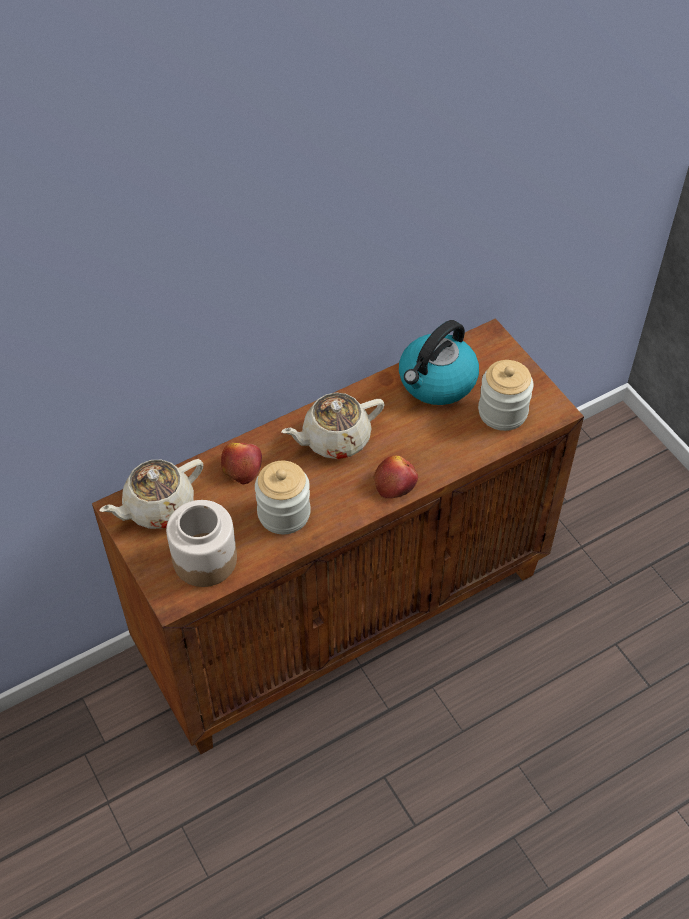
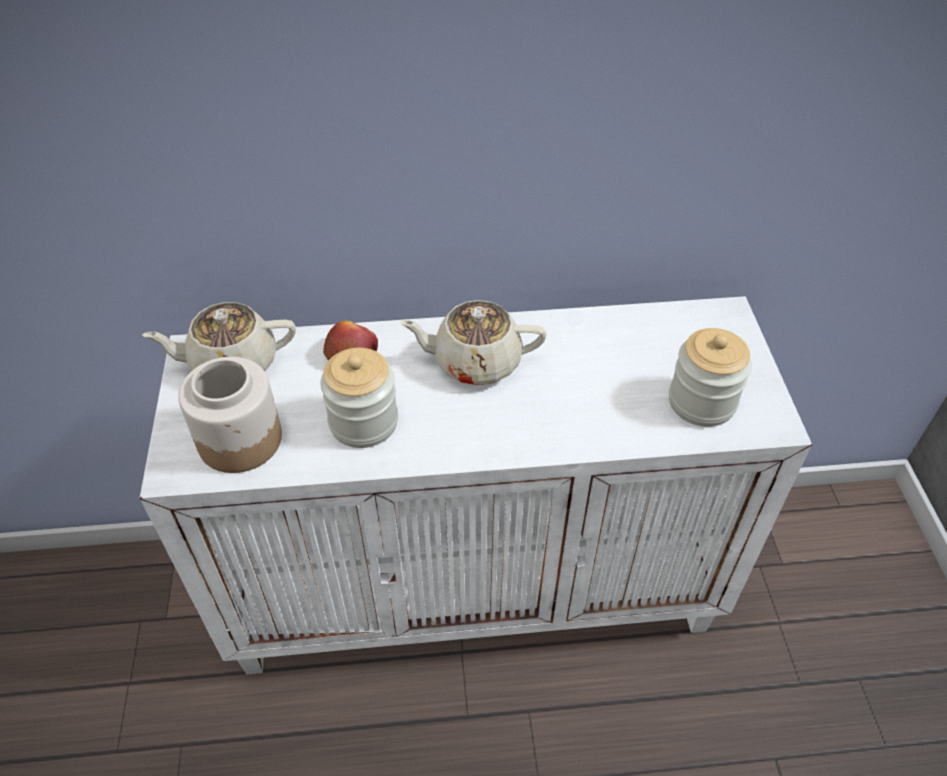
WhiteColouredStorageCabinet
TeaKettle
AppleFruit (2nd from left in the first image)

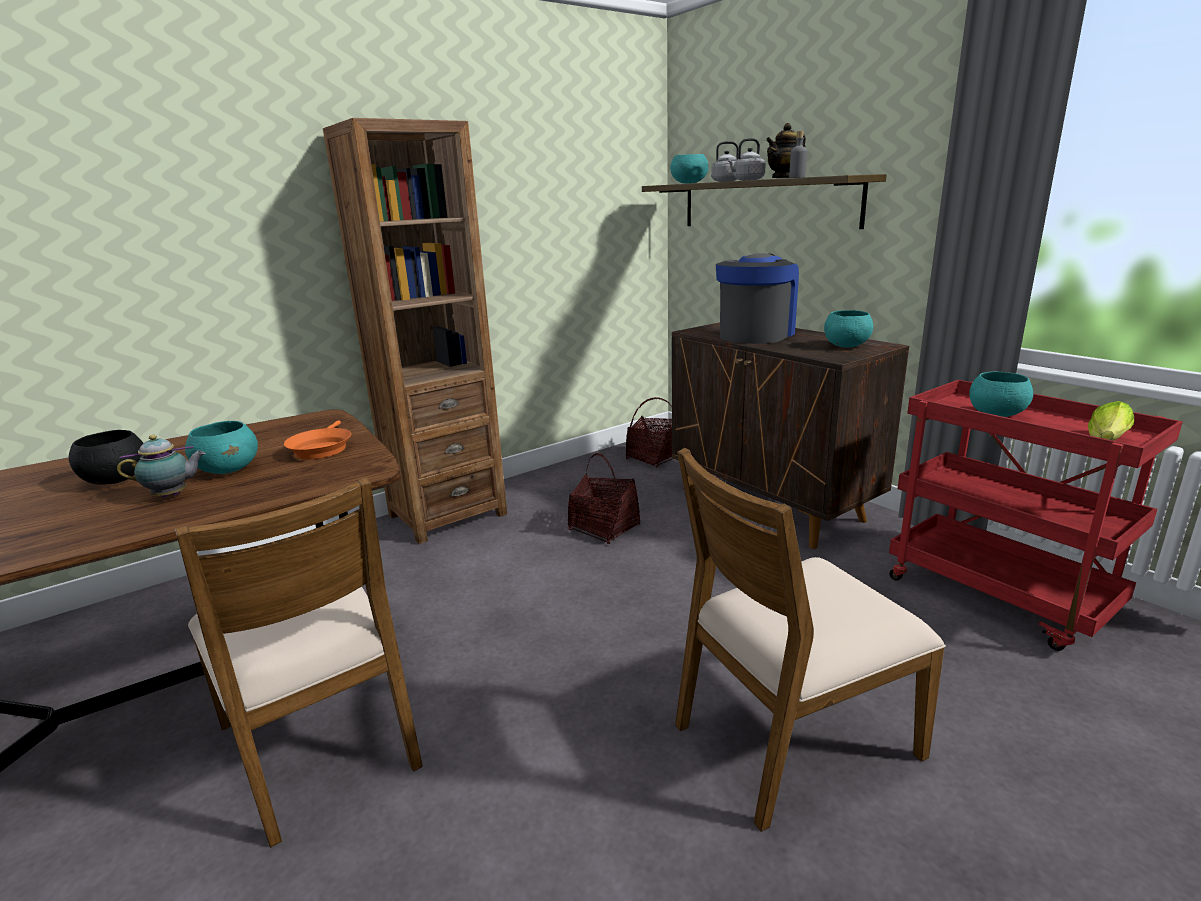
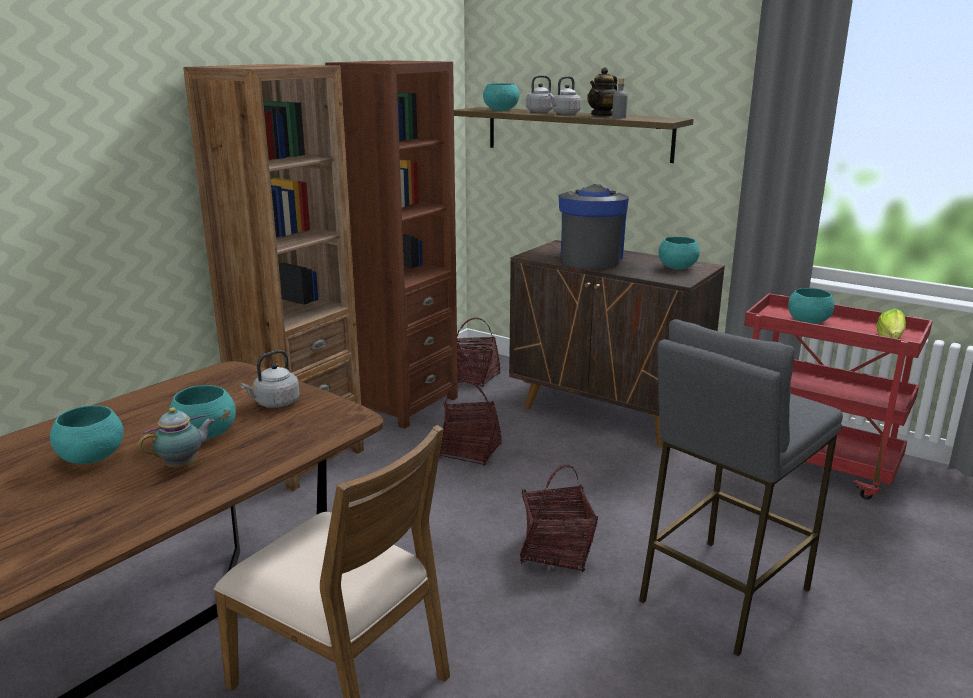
GrayTeaKettle (1st from left)
TurquoiseColouredDeepDish (1st from left)
GraySittingStool
BrownBookcase (2nd from left)
HouseholdBasket (3rd from left)

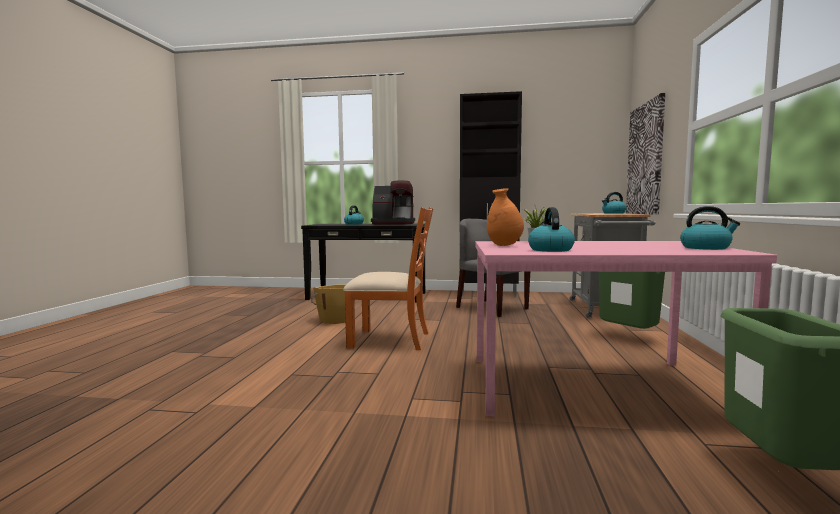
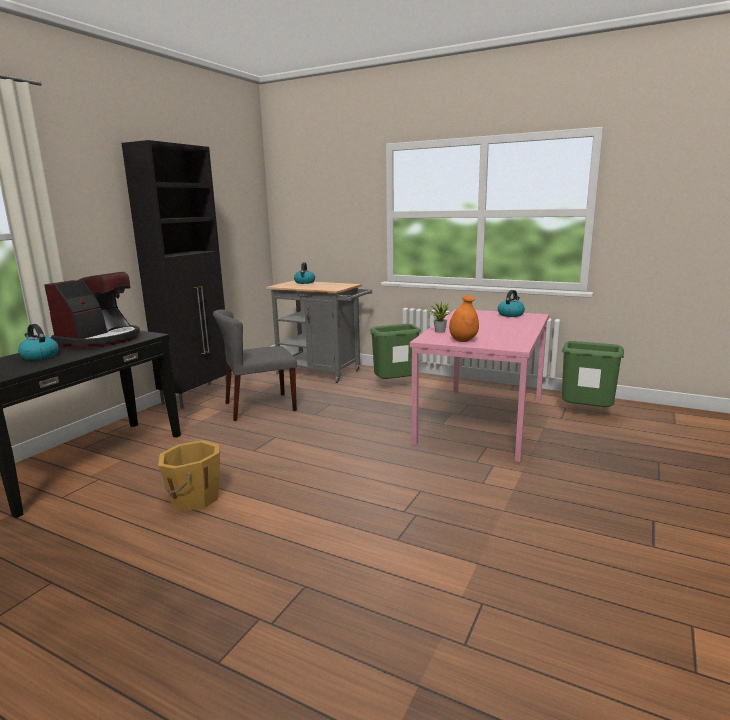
Picture
OrangeColouredPlainChair
TeaKettle (2nd from left in the first image)

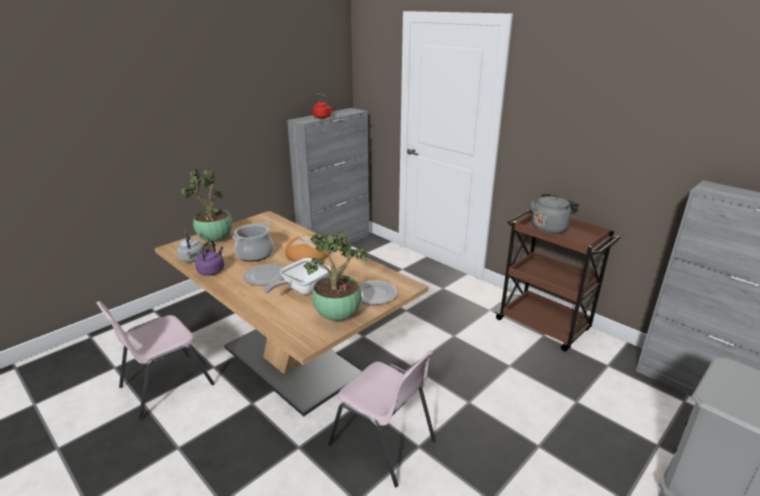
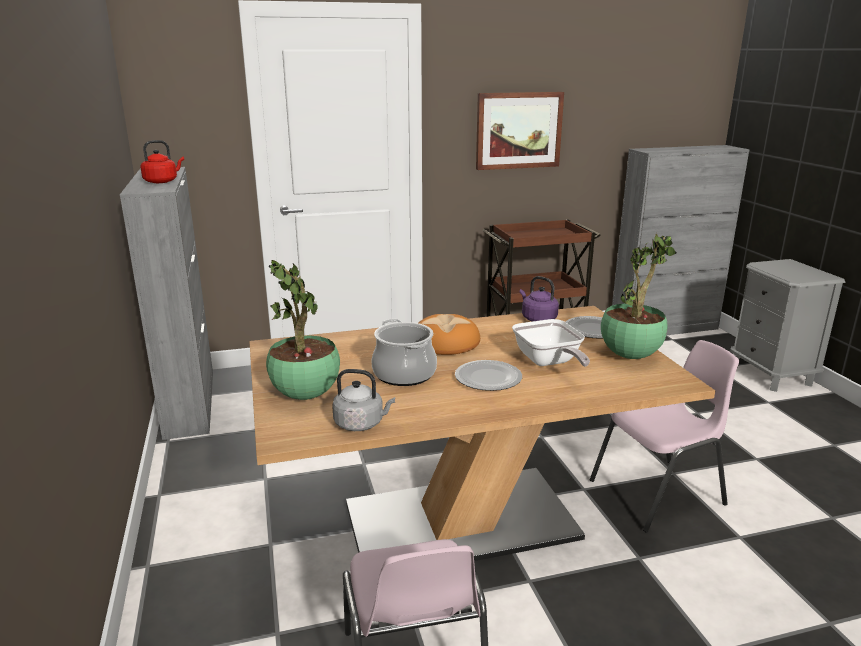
GrayTeaKettle (2nd from left in the first image)
PurpleTeaKettle
Picture

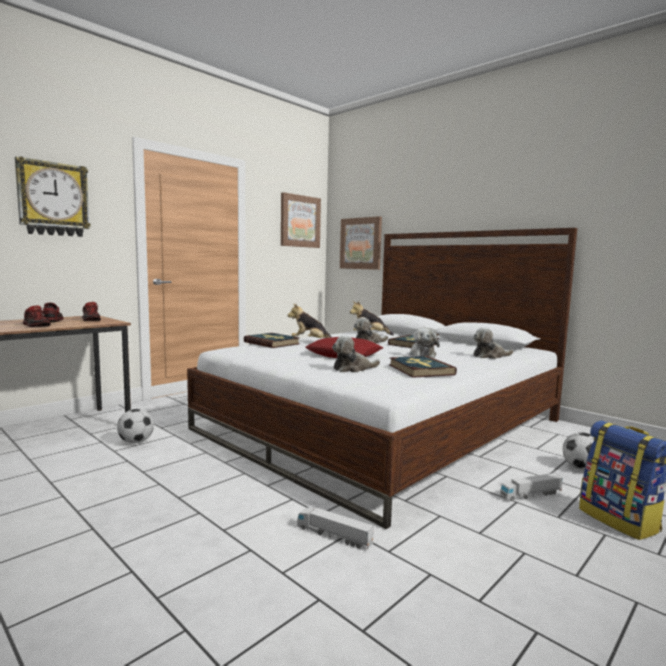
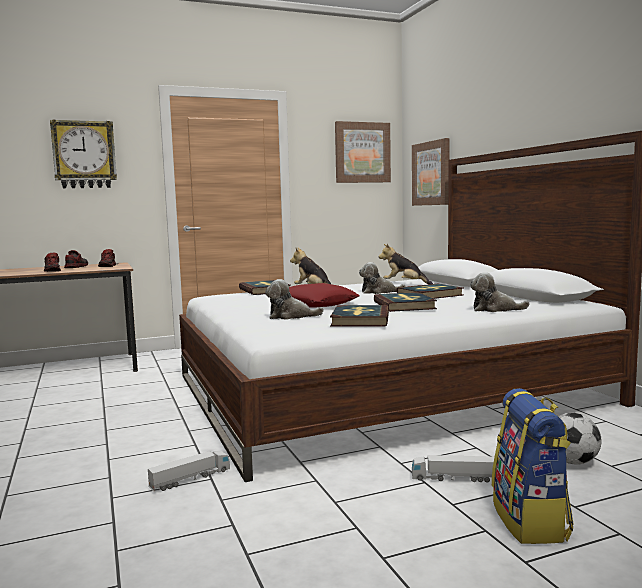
BoundBook (3rd from left)
FootballBall (1st from left in the first image)
ToyLorry (1st from left)

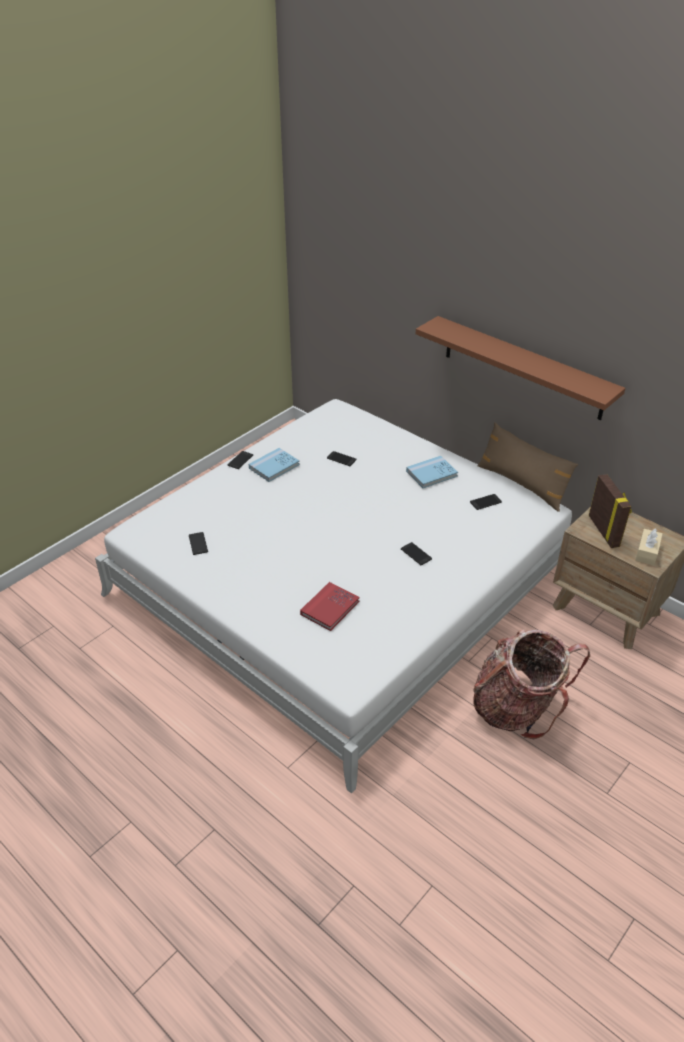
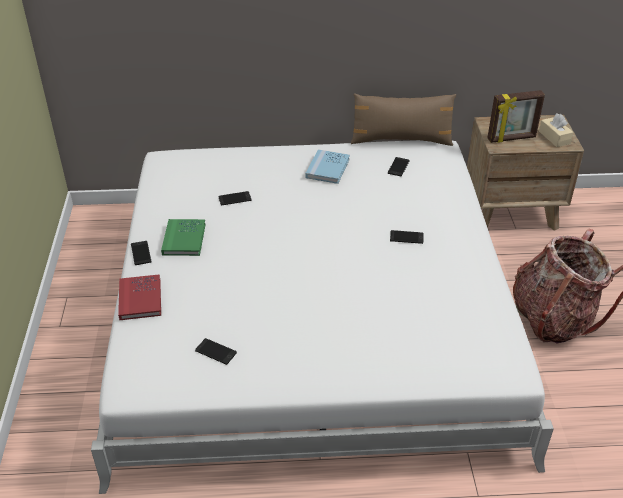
BrownShelf
GreenBoundBook
PhotoFrame
RedColouredBoundBook

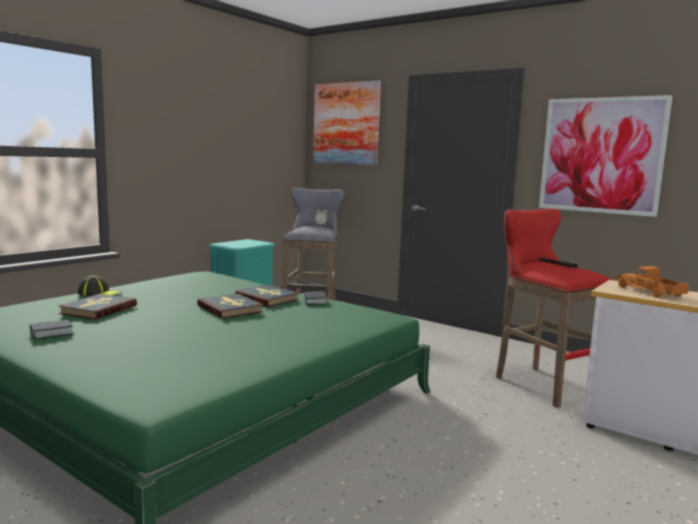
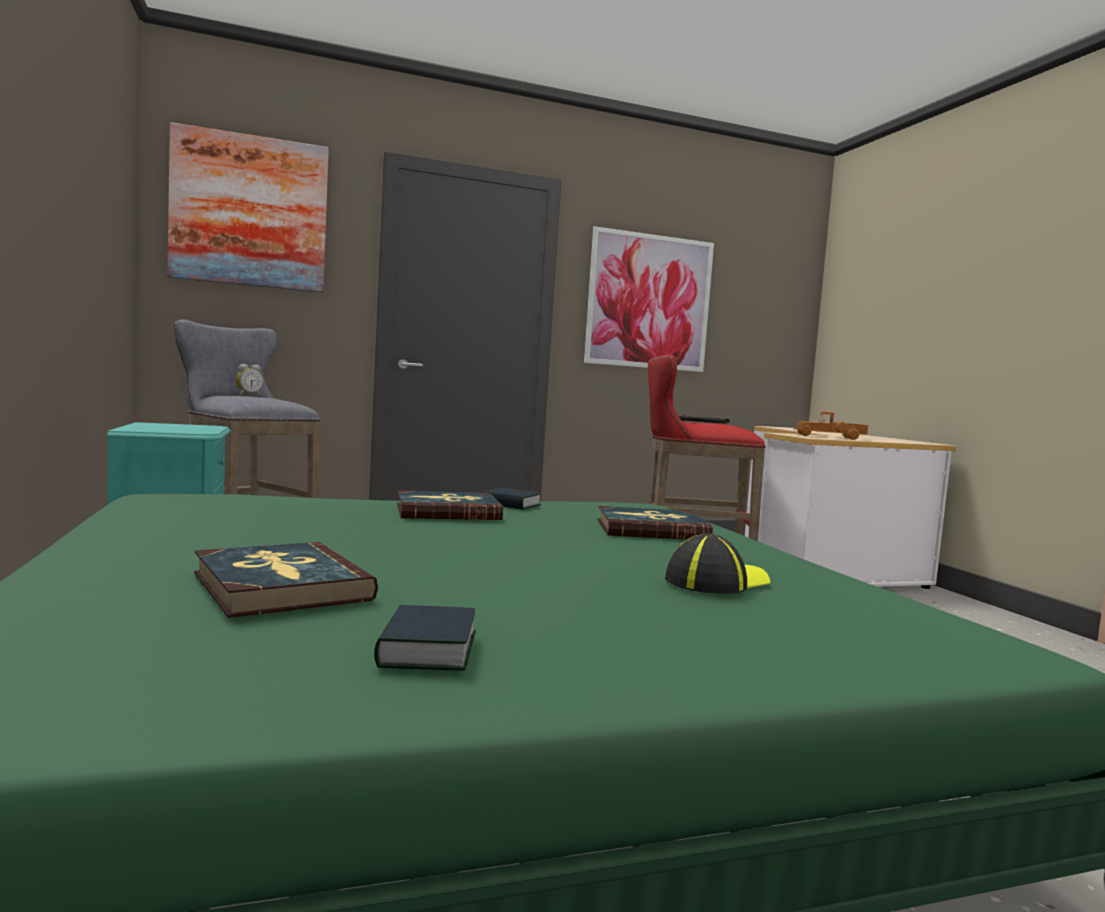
BaseballCap
BoundBook (5th from left)

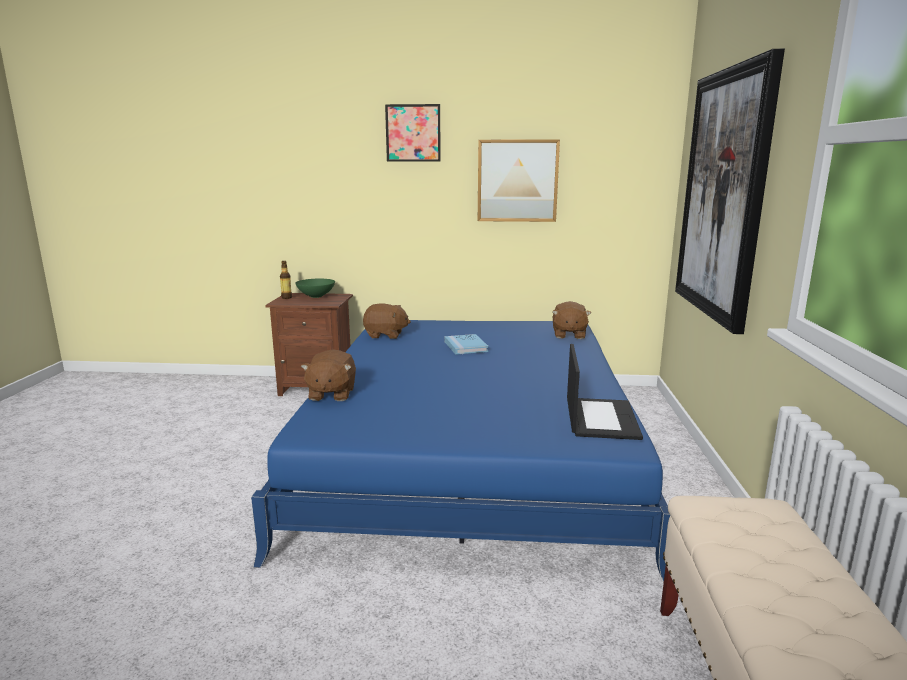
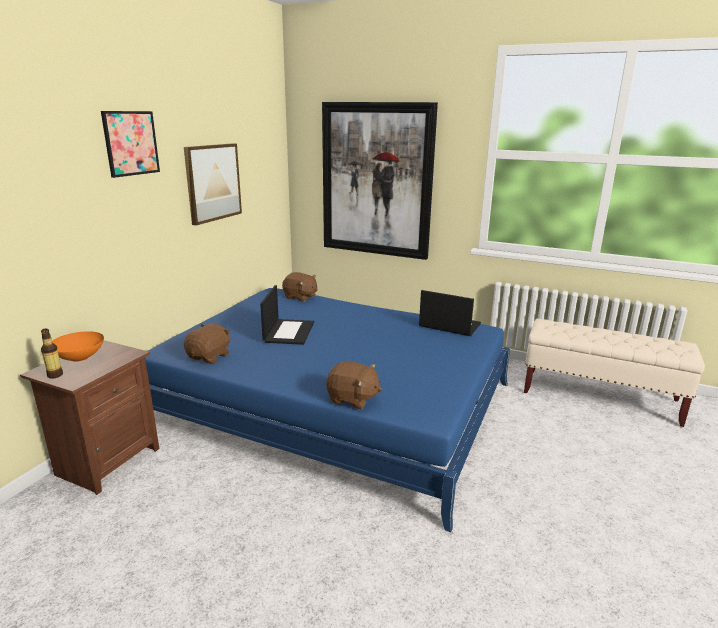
OrangeColouredDeepDish
Laptop (1st from left)

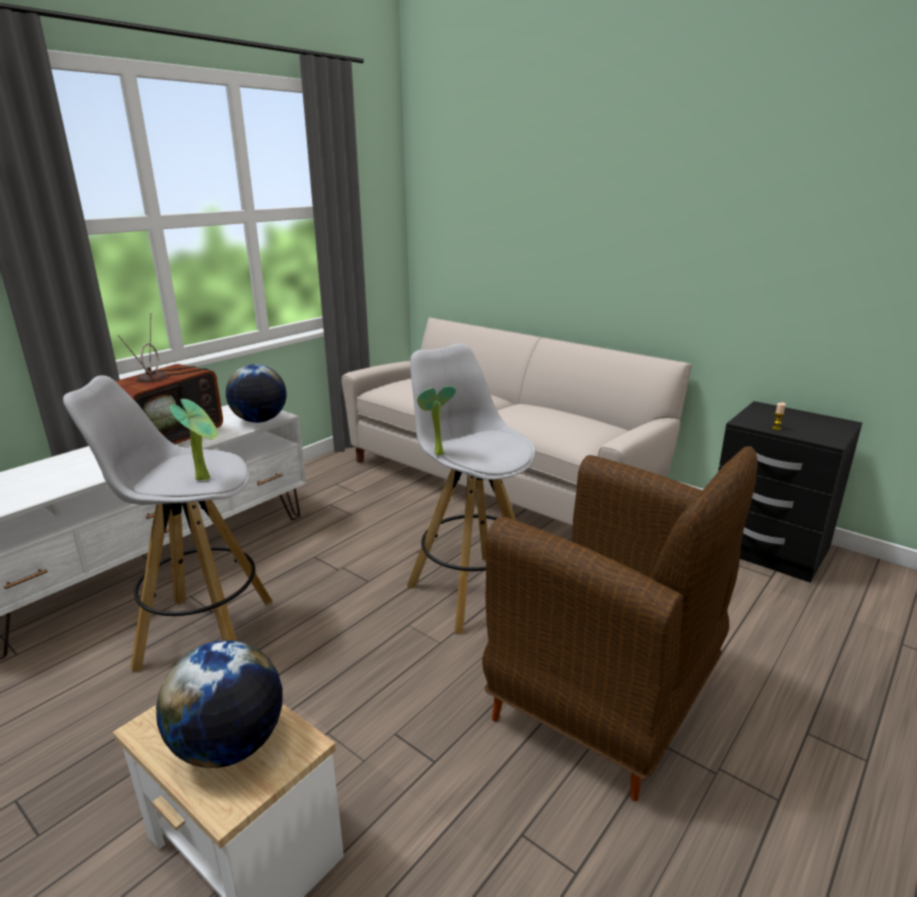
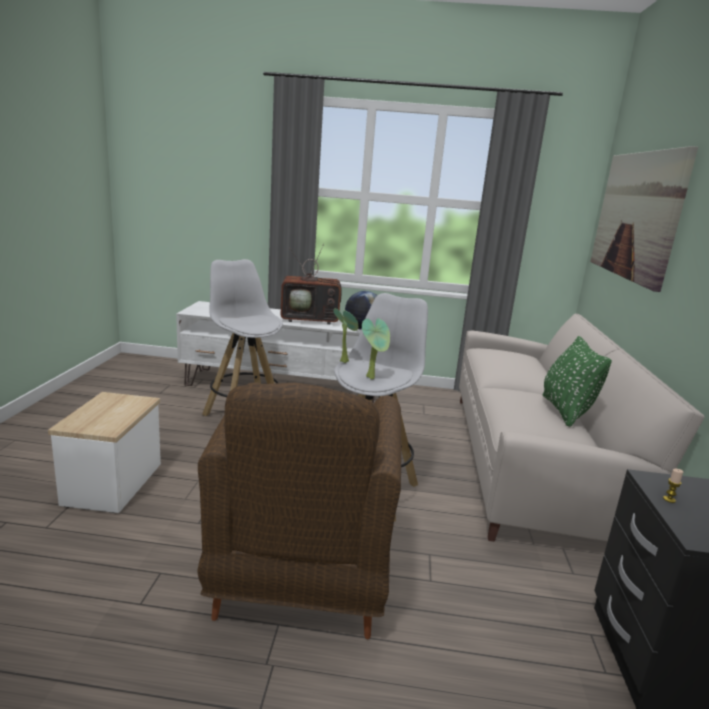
Houseplant (2nd from left)
Globe (1st from left in the first image)
Picture
GreenThrowPillow

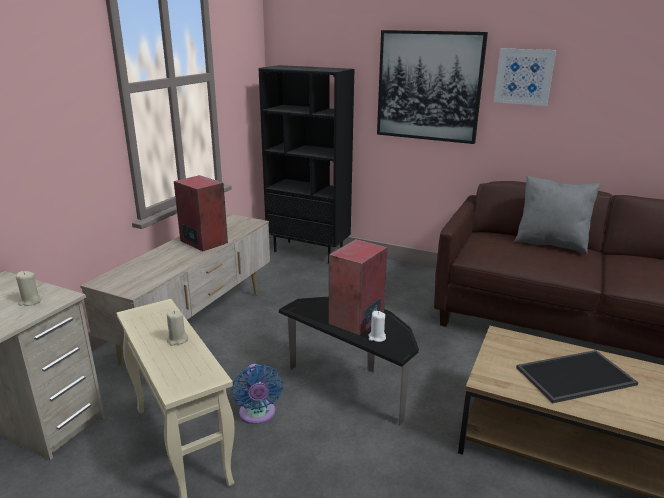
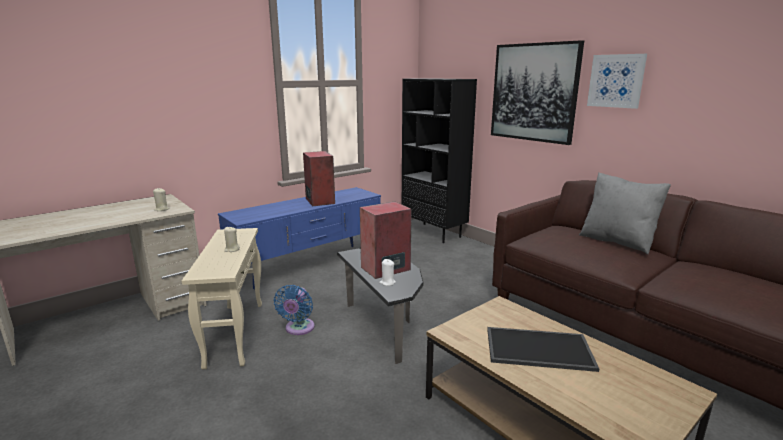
BlueTvUnit

